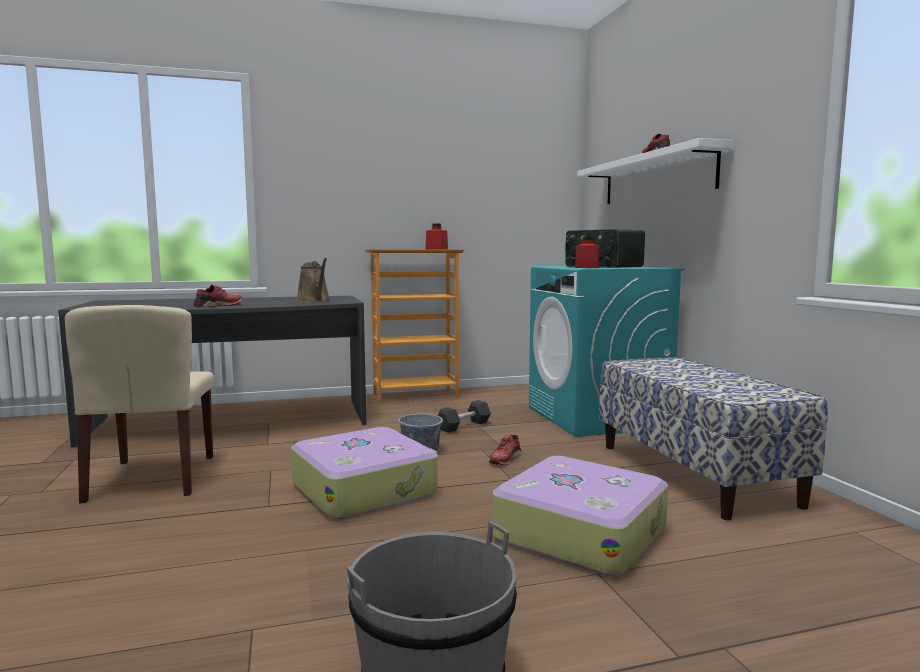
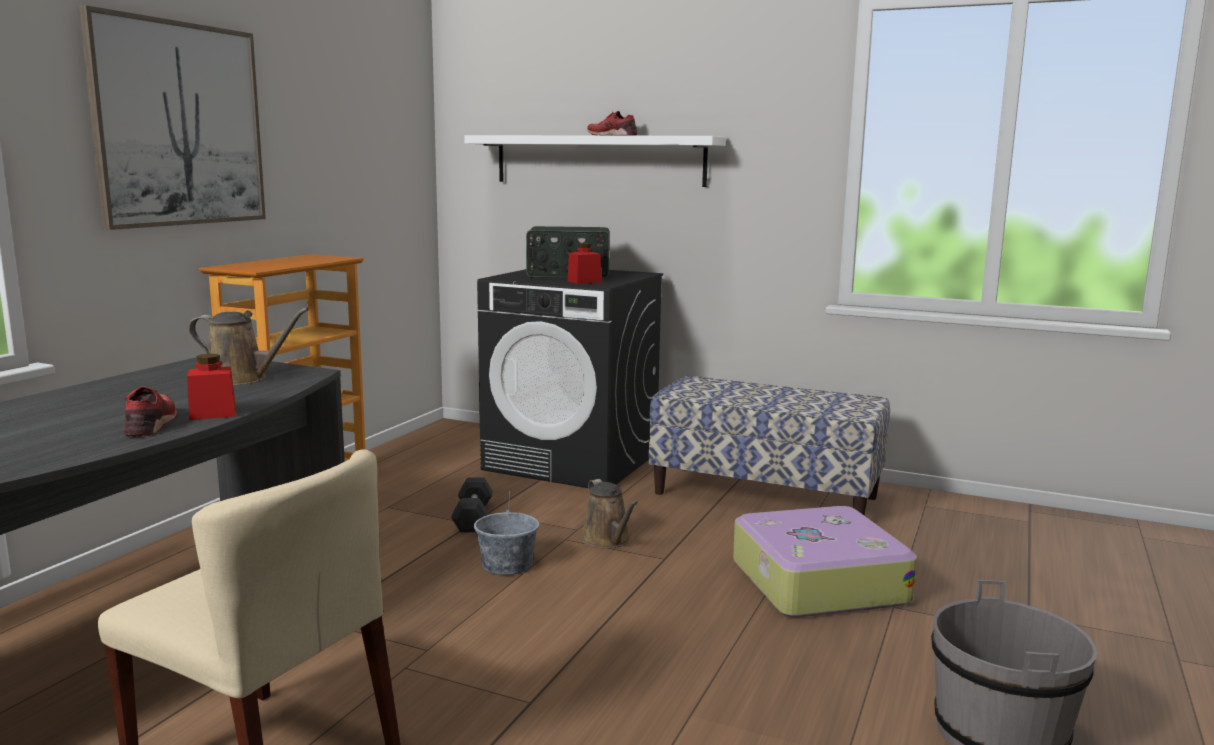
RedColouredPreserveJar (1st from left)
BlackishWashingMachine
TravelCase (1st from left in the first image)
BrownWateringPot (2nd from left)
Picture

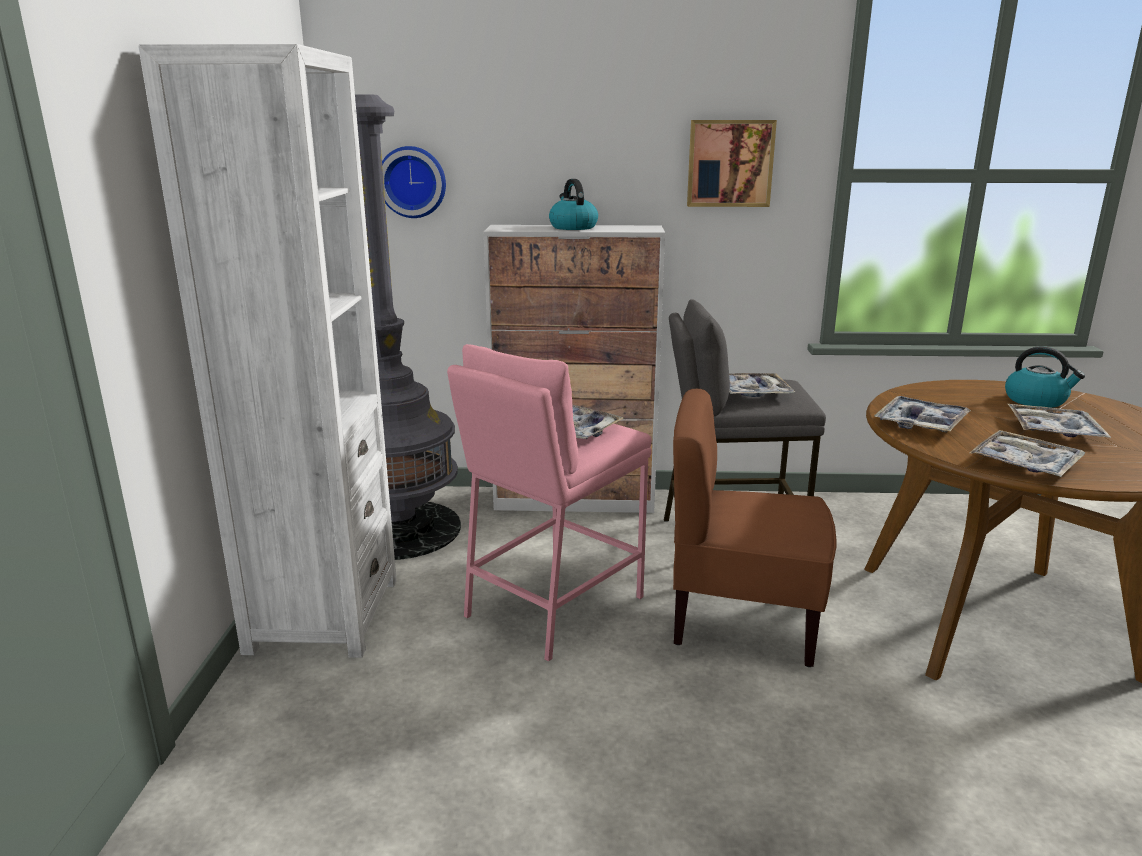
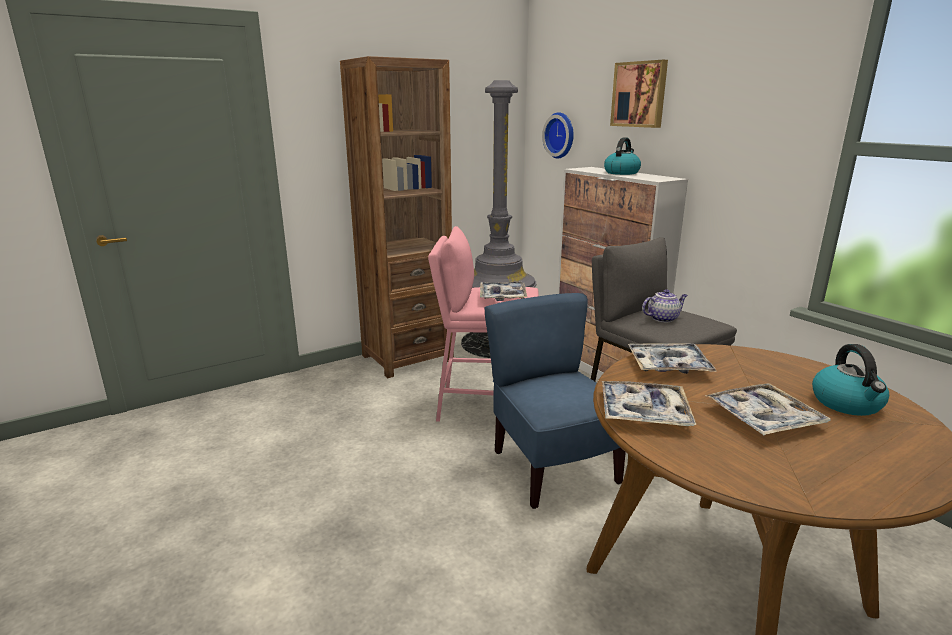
BrownBookcase
Picture
TeaPot
BluePlainChair

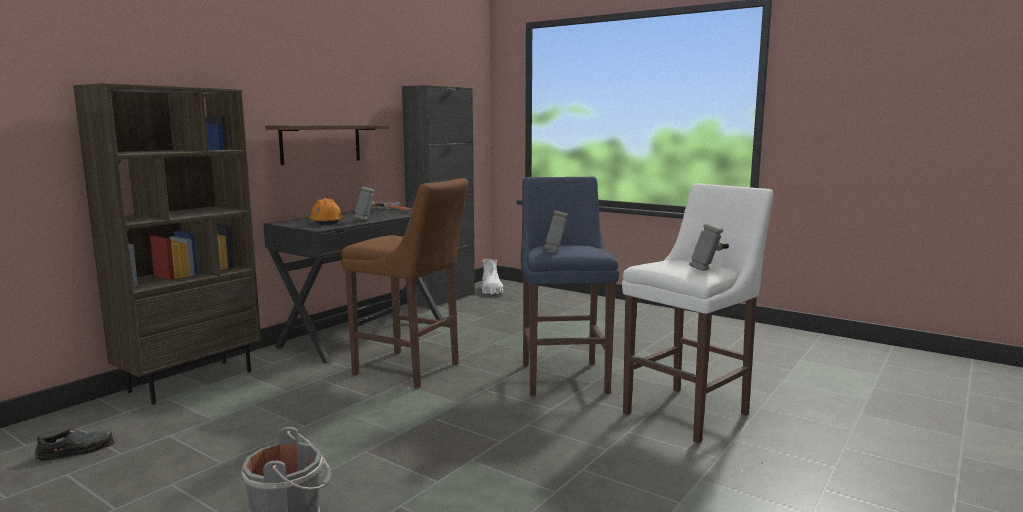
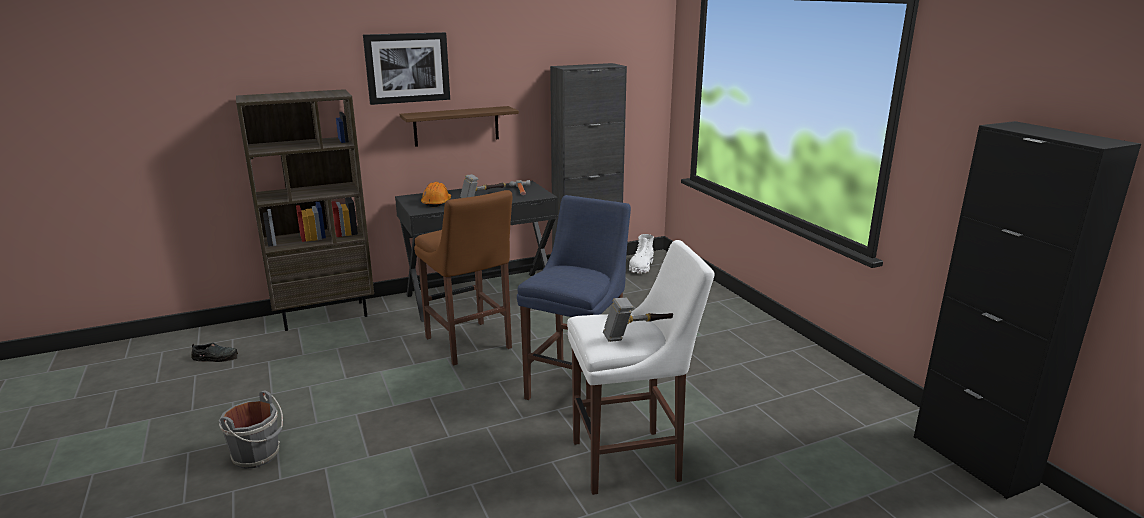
Hammer (3rd from left in the first image)
Picture
BlackishStorageCabinet (2nd from left)

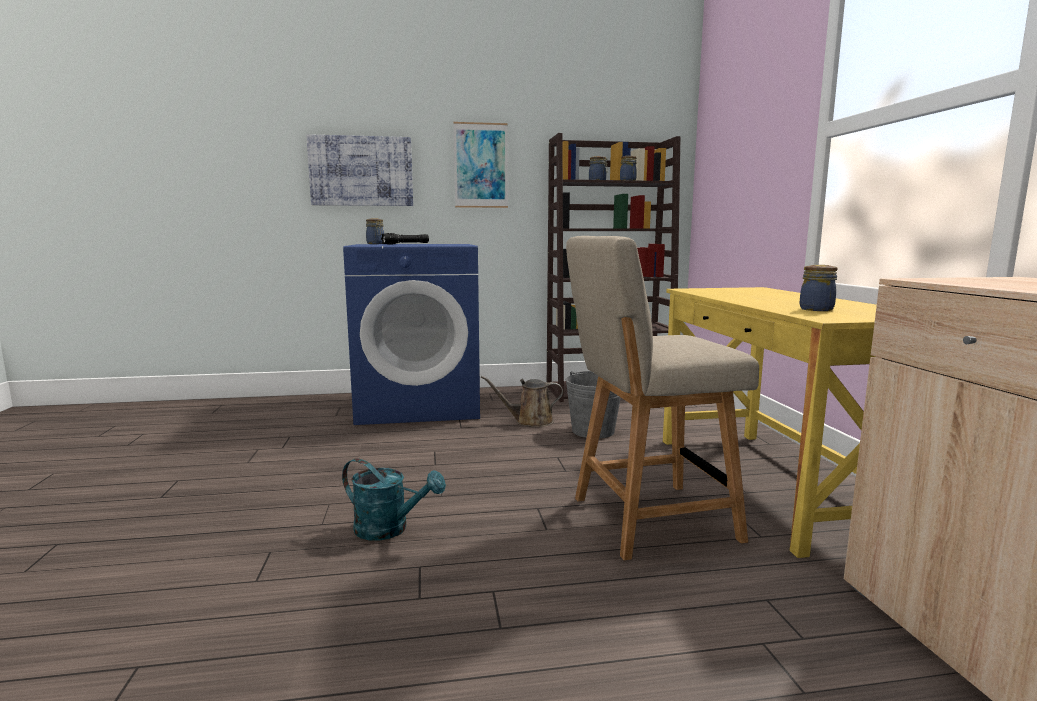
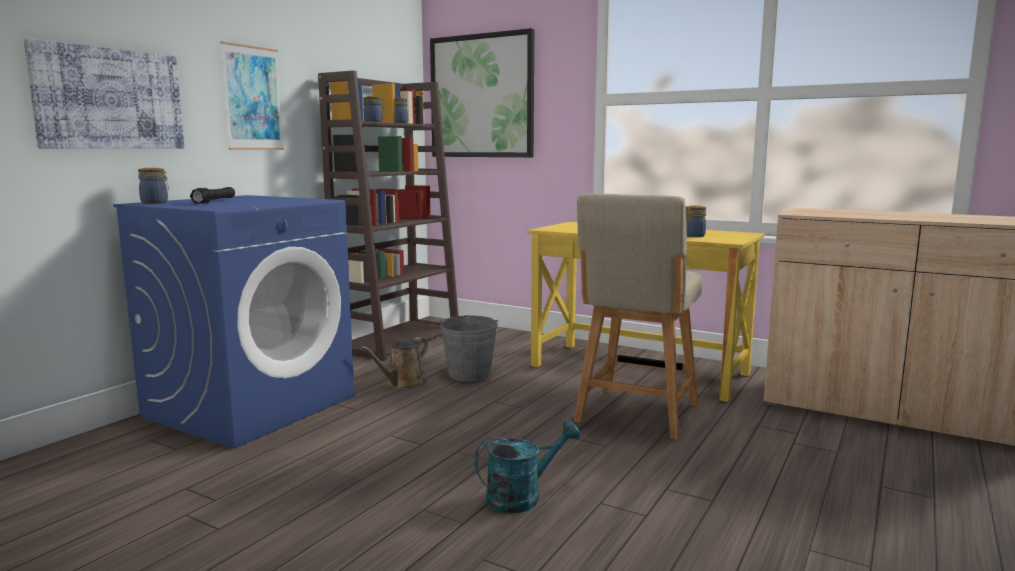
Picture (3rd from left)

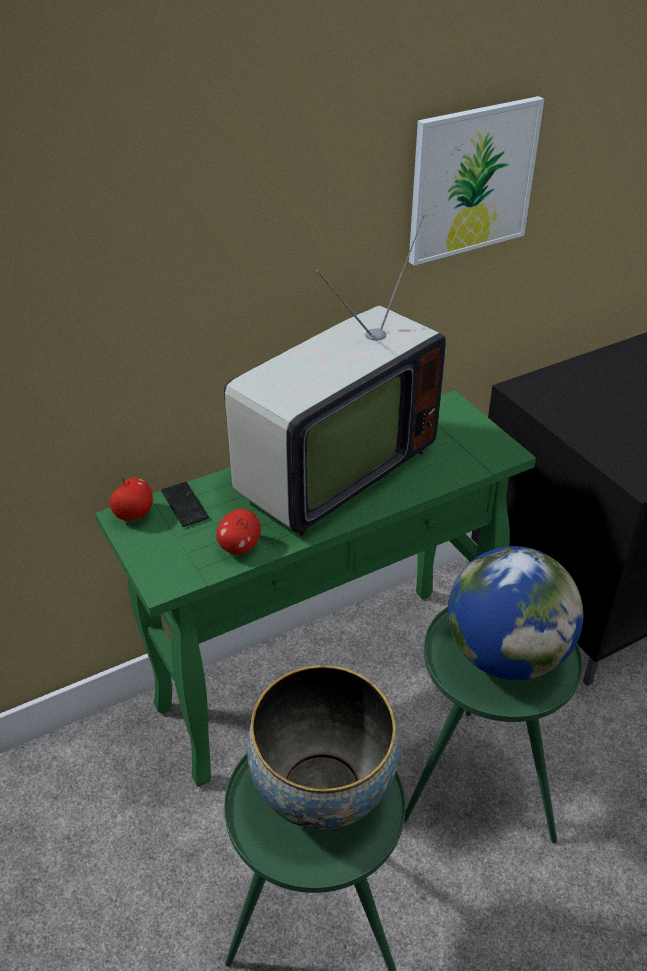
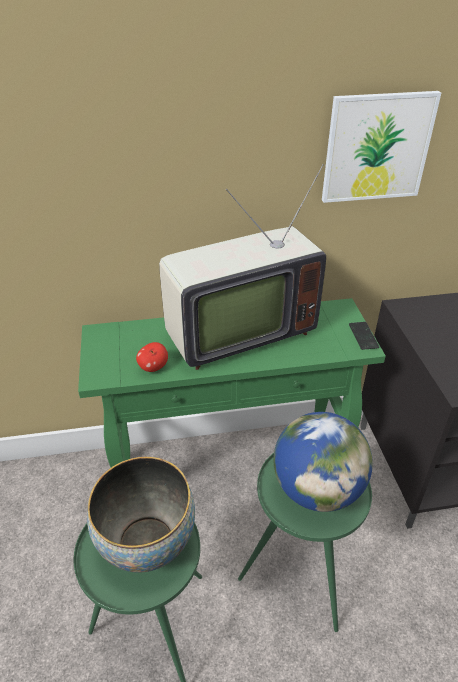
AppleFruit (1st from left in the first image)
Handset

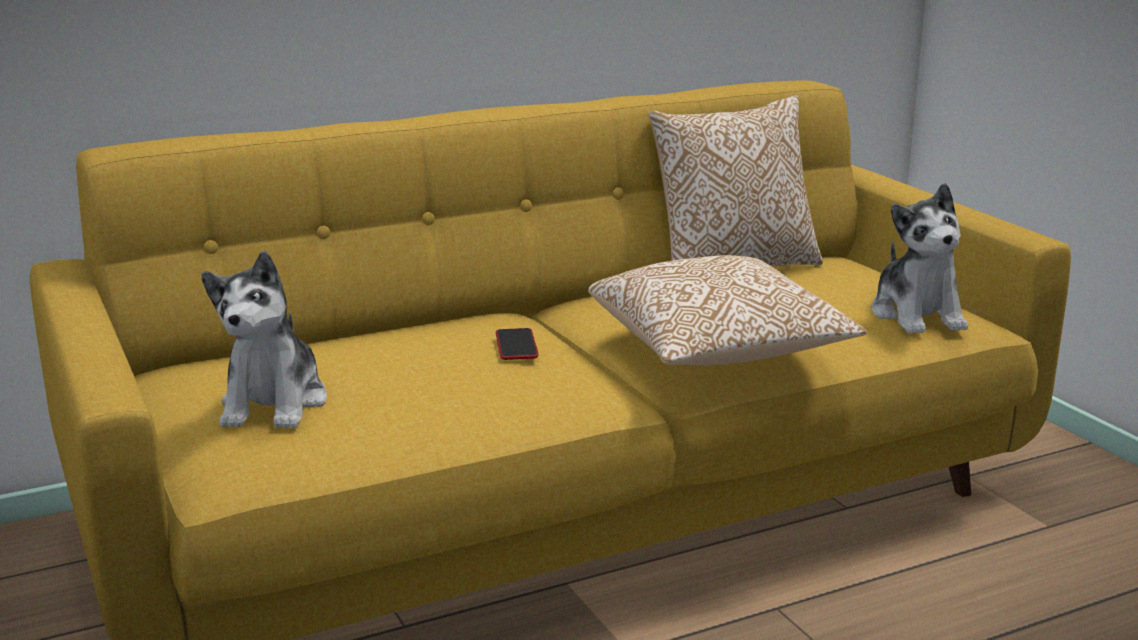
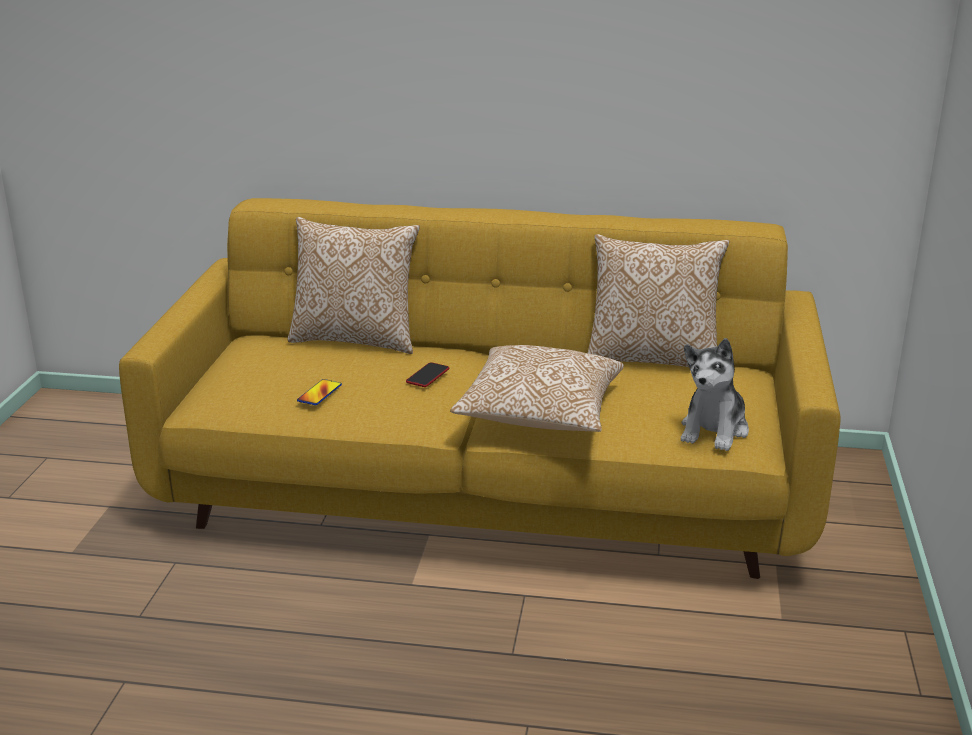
CuddlyToy (1st from left in the first image)
ThrowPillow (1st from left)
Handset (1st from left)

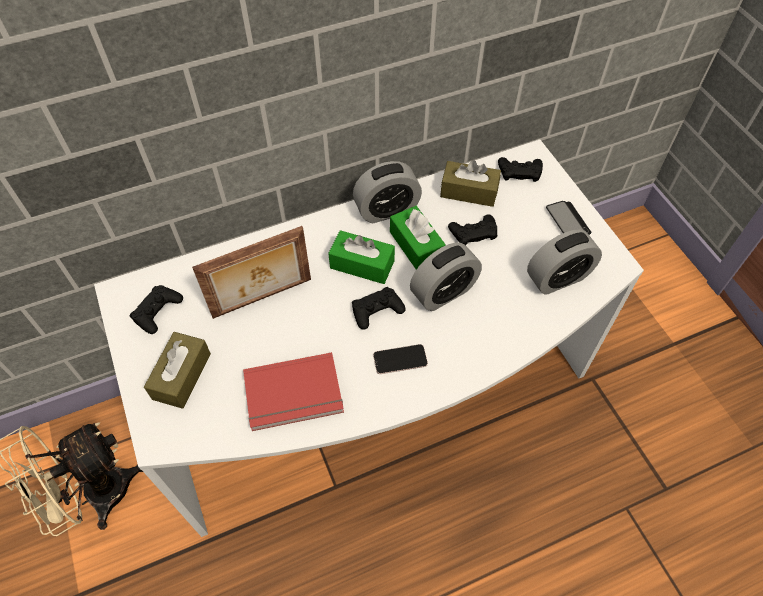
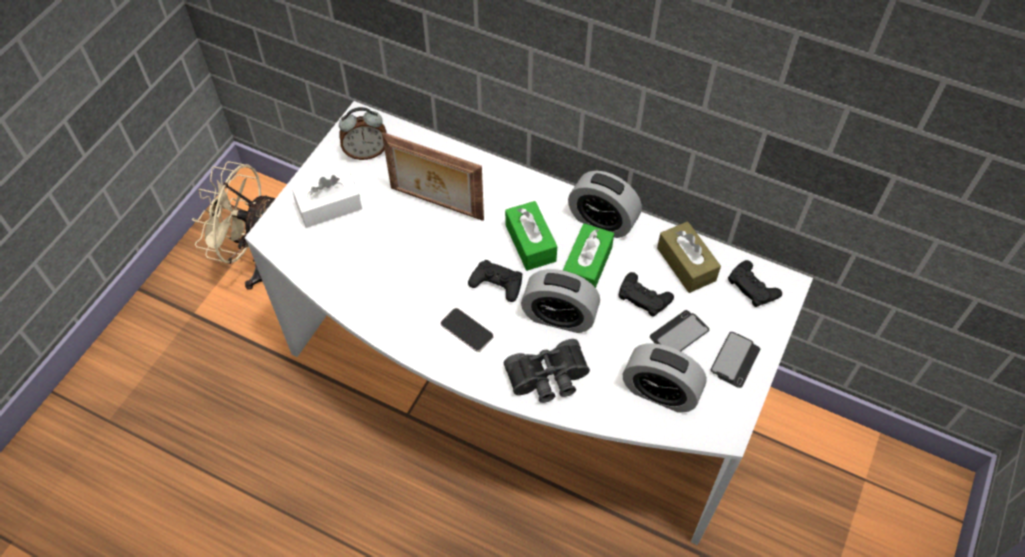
BedsideClock (1st from left)
WhiteColouredTissueHolder
RedColouredBoundBook
Handset (2nd from left)
BlackishBinoculars

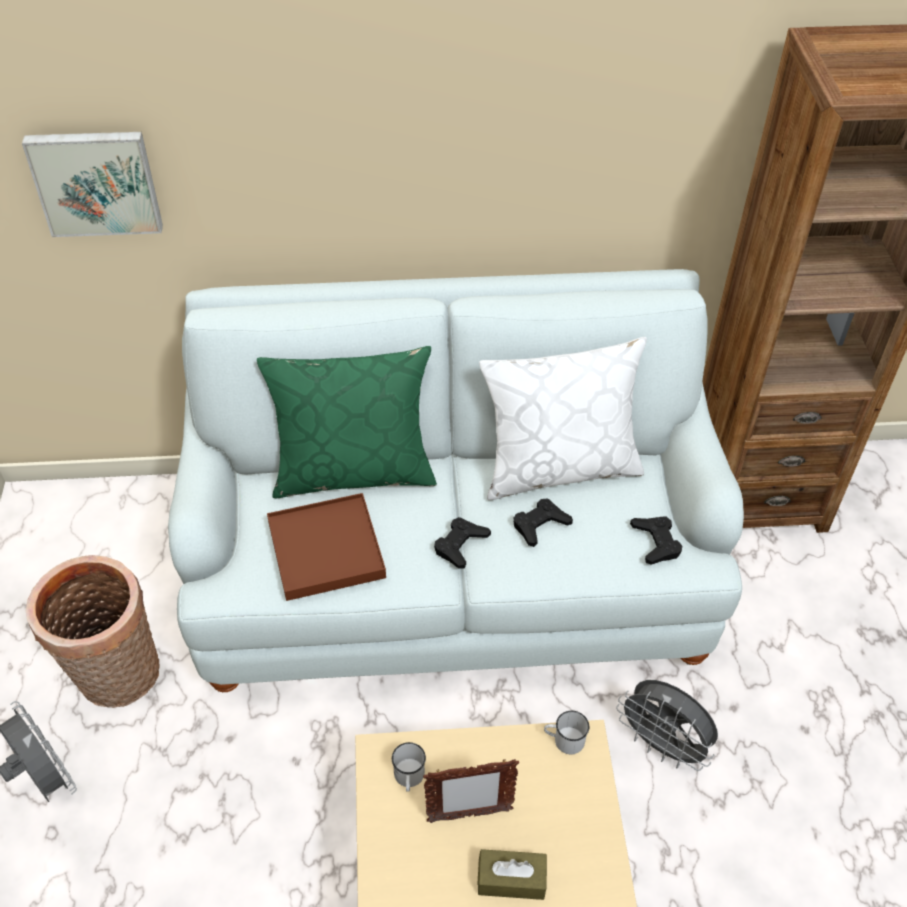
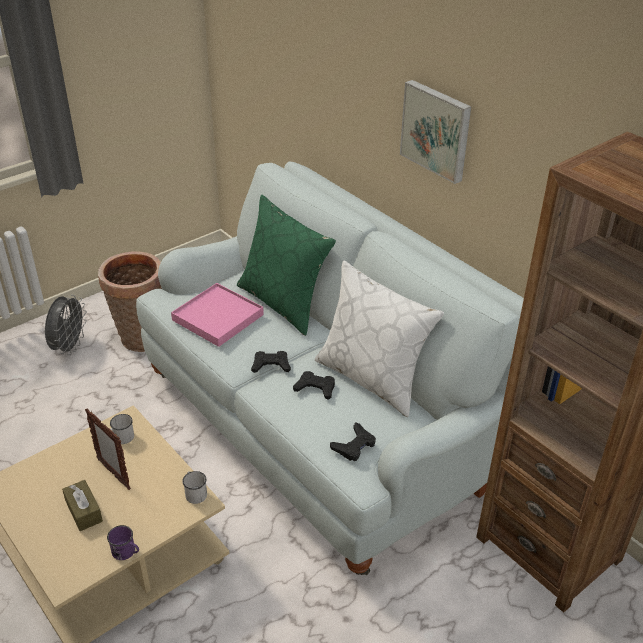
Picture
PinkishCarryingTray
GrayElectricFan (2nd from left in the first image)
PurpleTeaMug

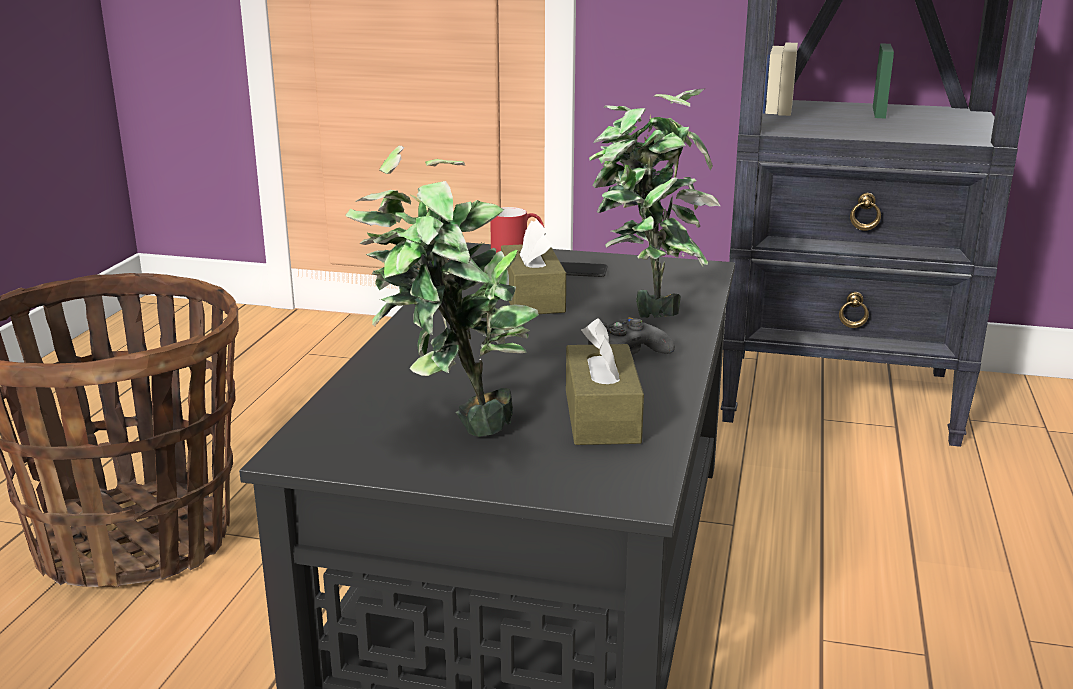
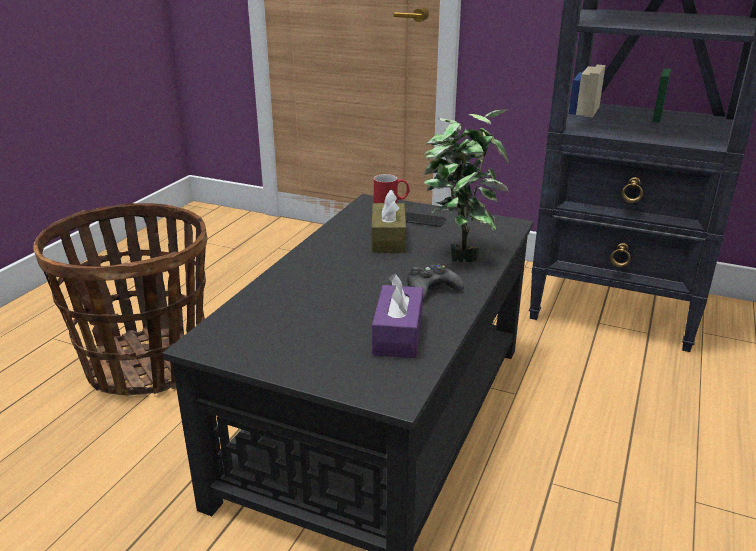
Houseplant (1st from left in the first image)
PurpleTissueHolder

